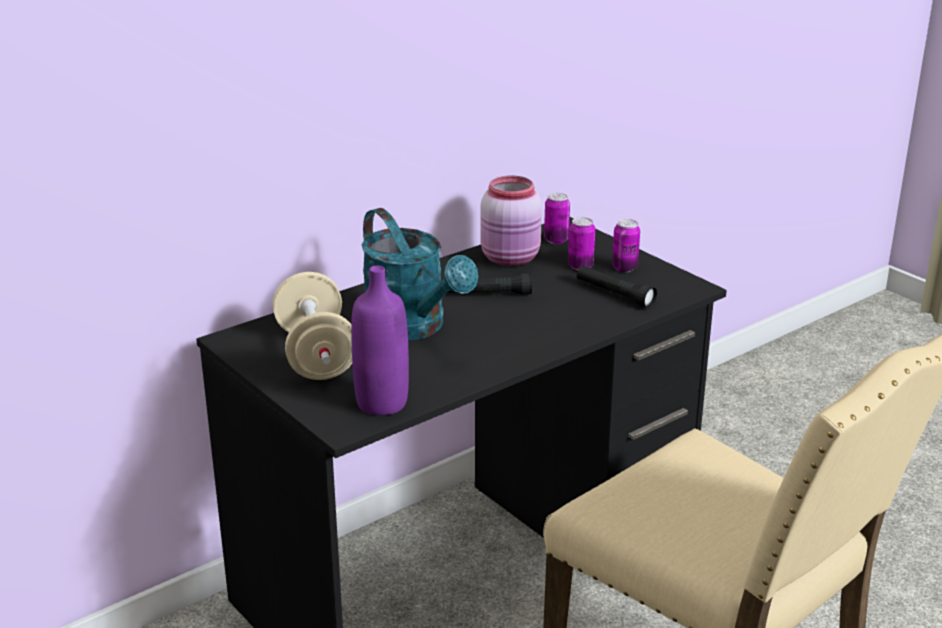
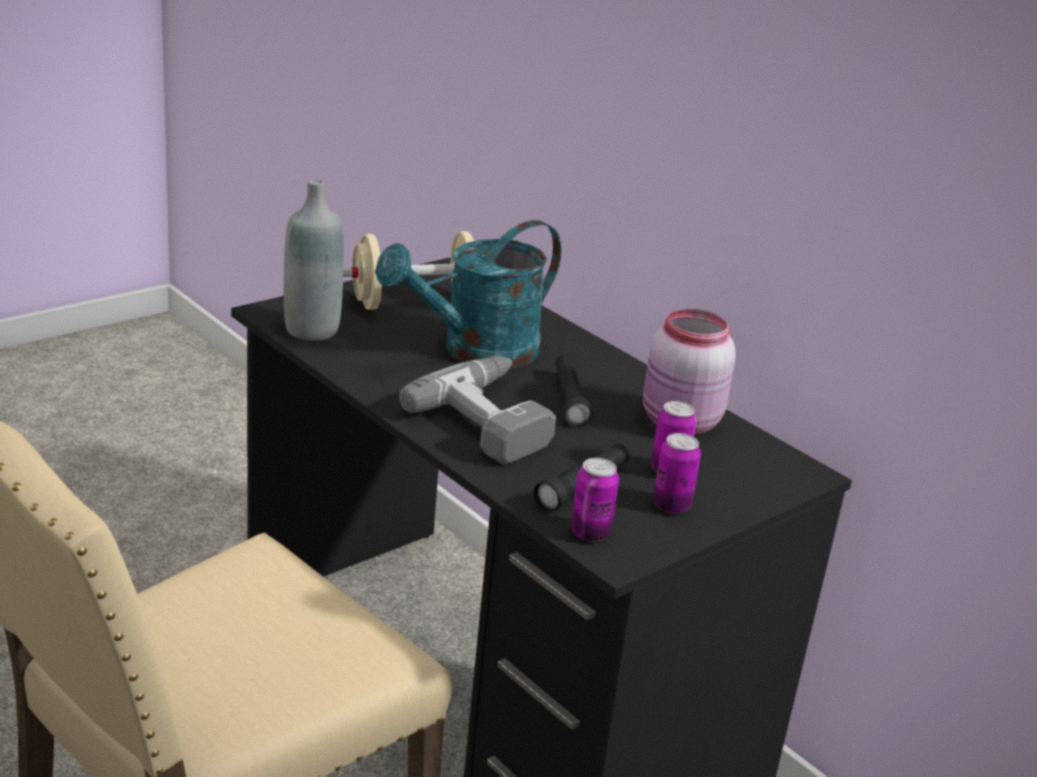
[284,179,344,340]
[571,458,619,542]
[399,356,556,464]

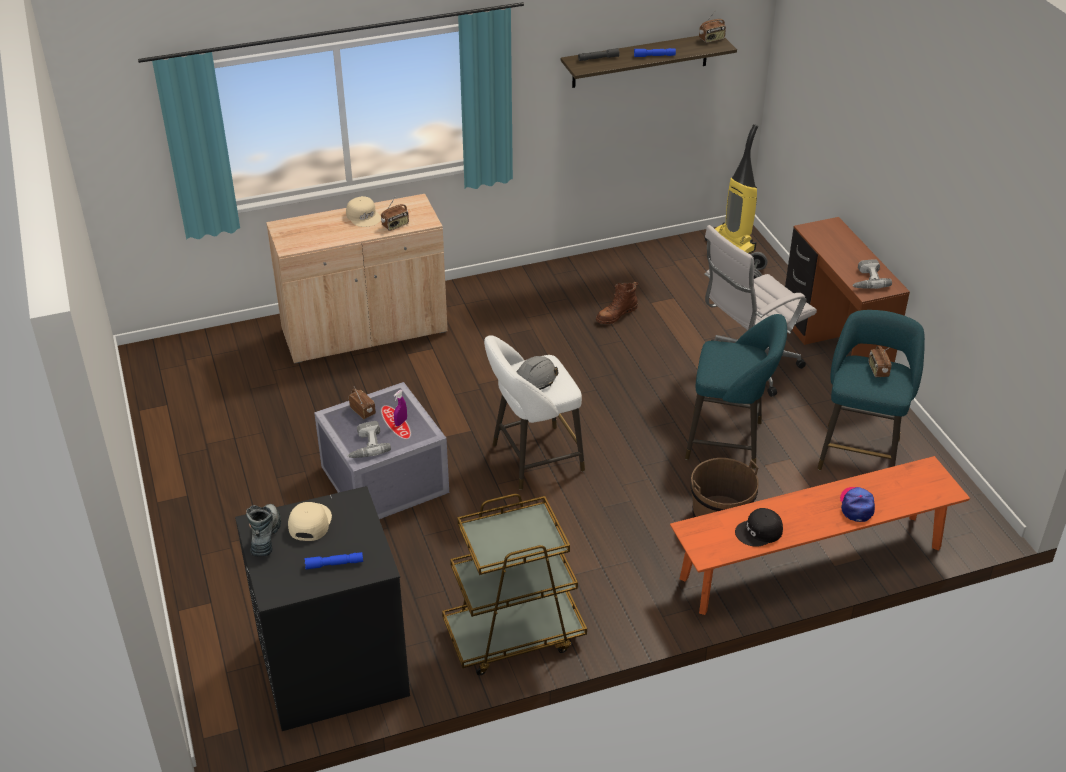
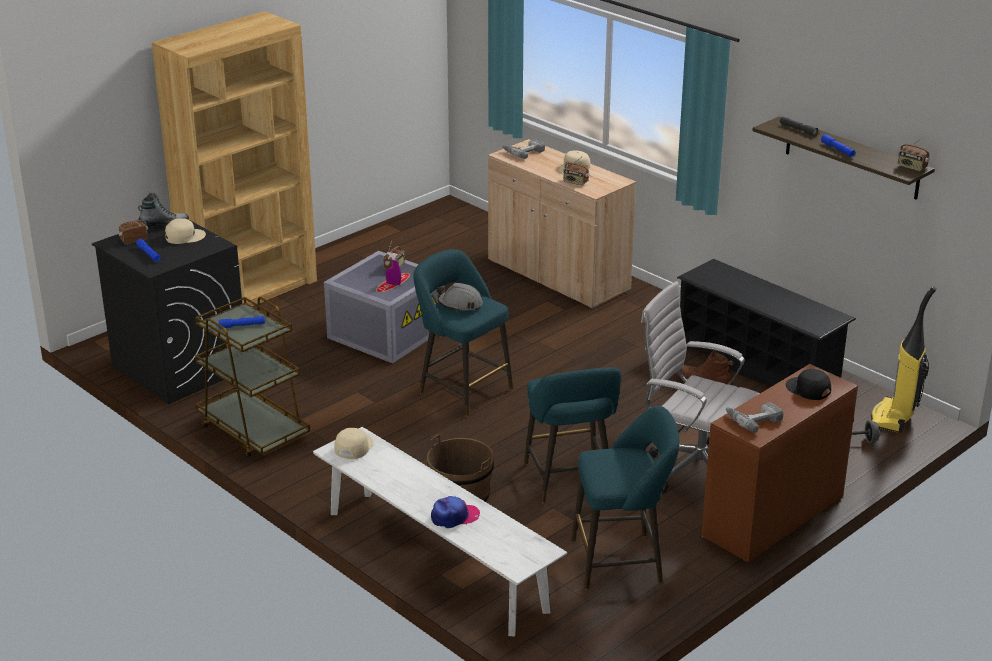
[502,139,545,159]
[413,249,513,416]
[313,427,567,637]
[786,369,831,400]
[118,216,148,244]
[152,11,317,306]
[219,316,265,329]
[334,428,374,459]
[677,259,856,387]

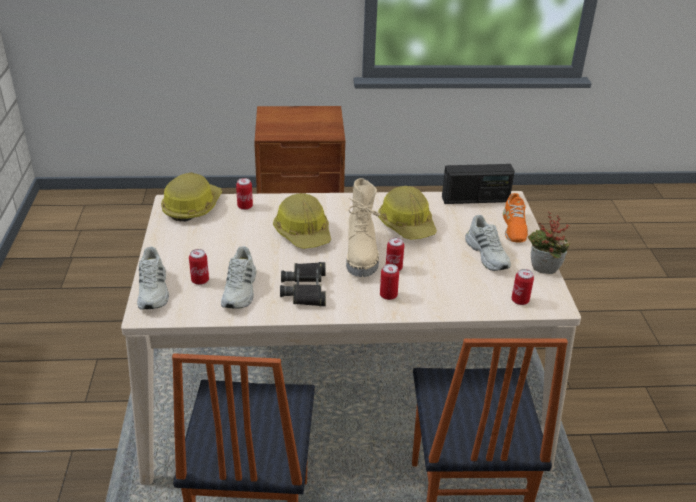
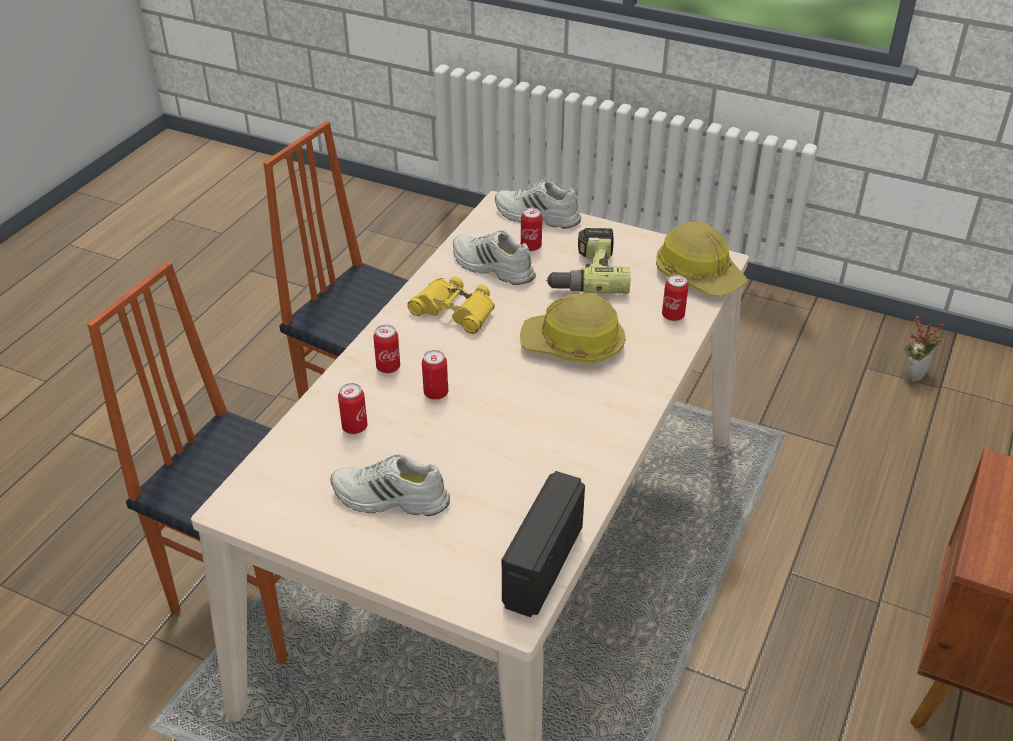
[407,276,495,334]
[346,178,380,277] (first image)
[378,186,437,240] (first image)
[503,193,528,243] (first image)
[338,383,368,434]
[904,313,944,382]
[545,228,630,294]

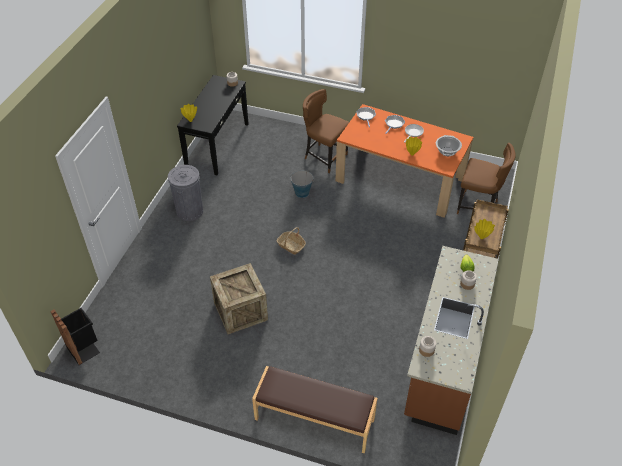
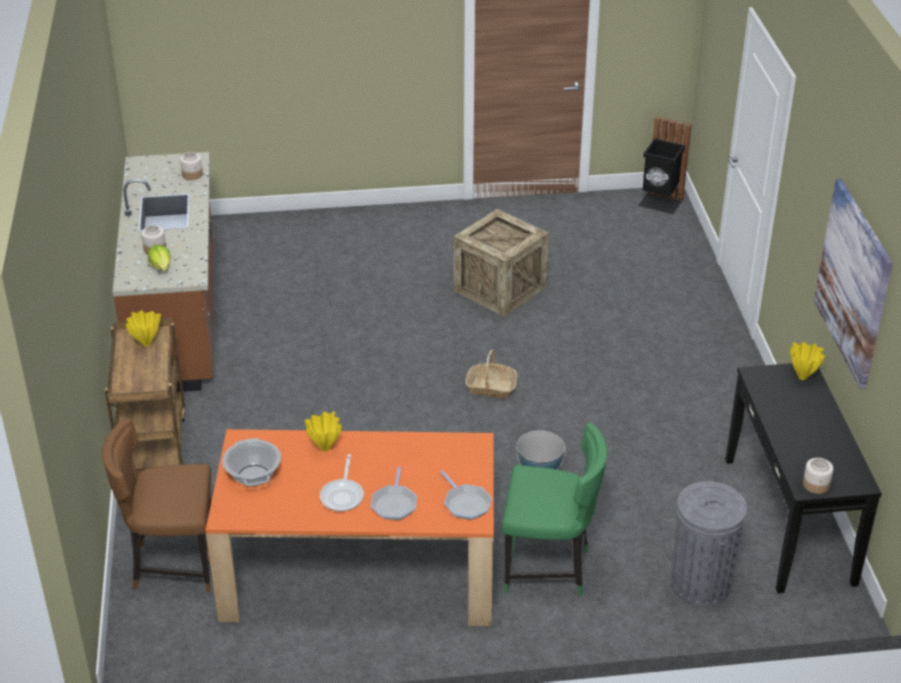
[671,481,747,607]
[252,366,378,453] (first image)
[502,423,608,596]
[814,179,893,389]

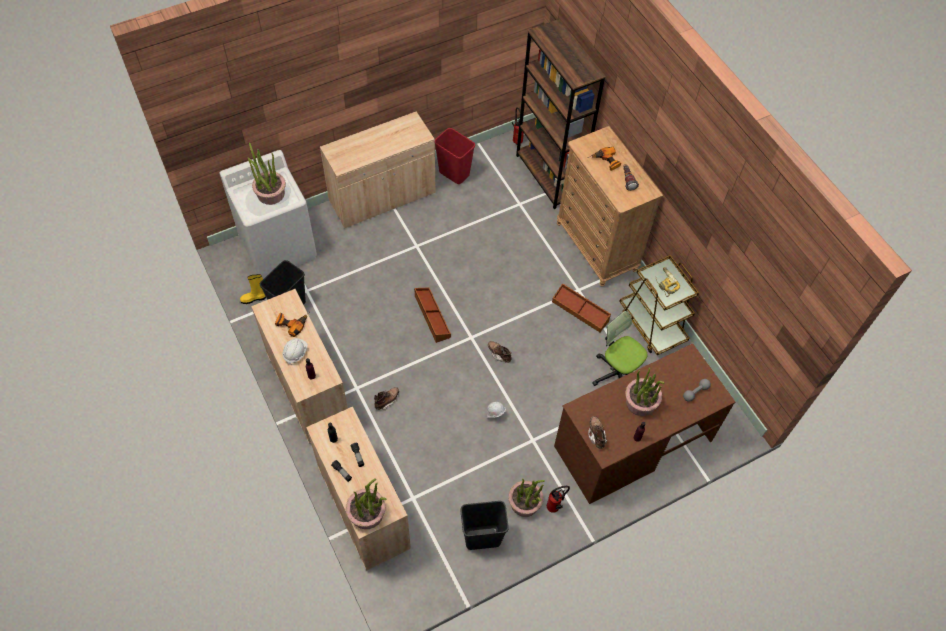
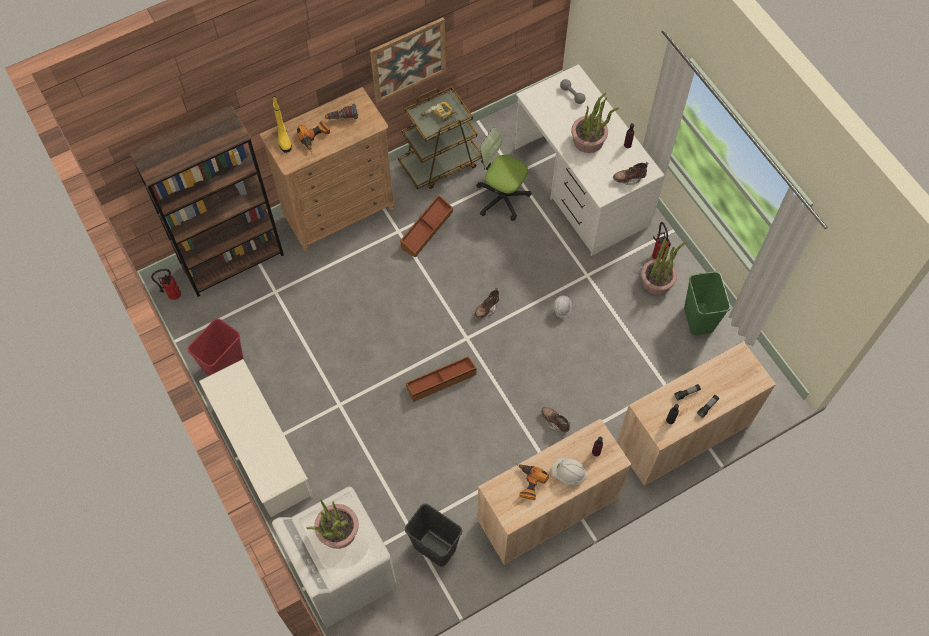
[272,96,292,153]
[199,359,314,517]
[346,478,386,529] (first image)
[684,271,730,335]
[514,64,664,256]
[476,128,532,221]
[370,17,446,103]

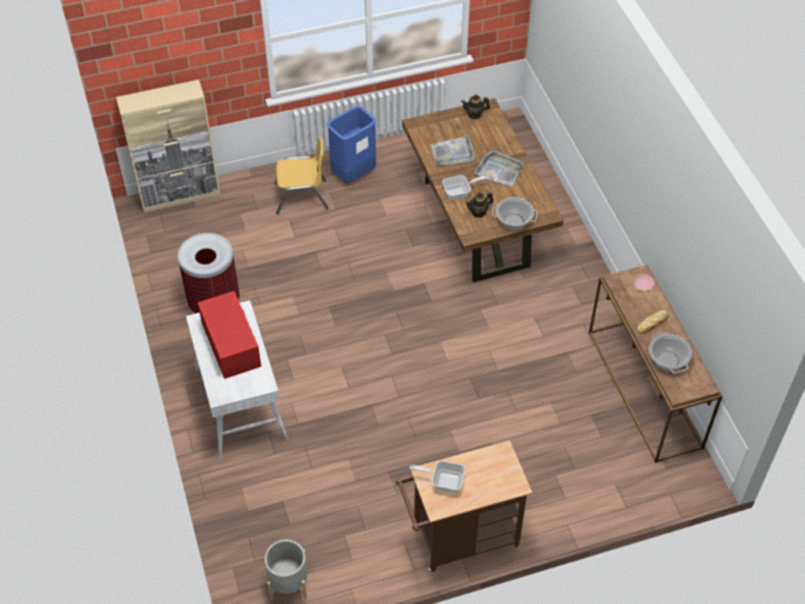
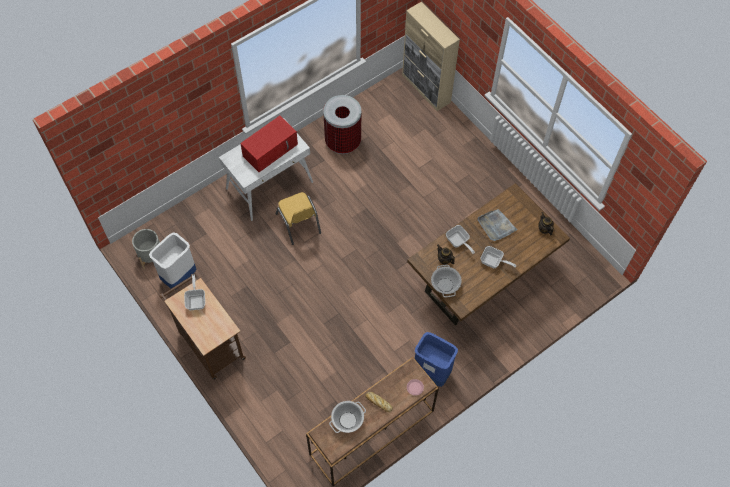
[276,192,321,245]
[415,332,458,387]
[480,246,516,268]
[149,232,196,290]

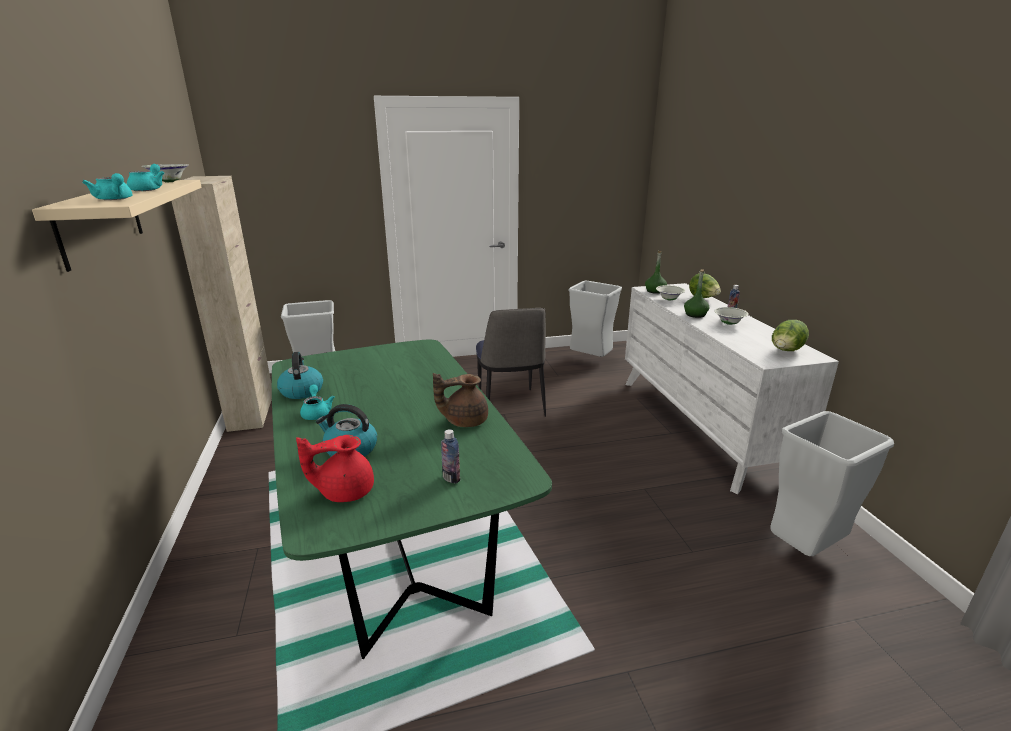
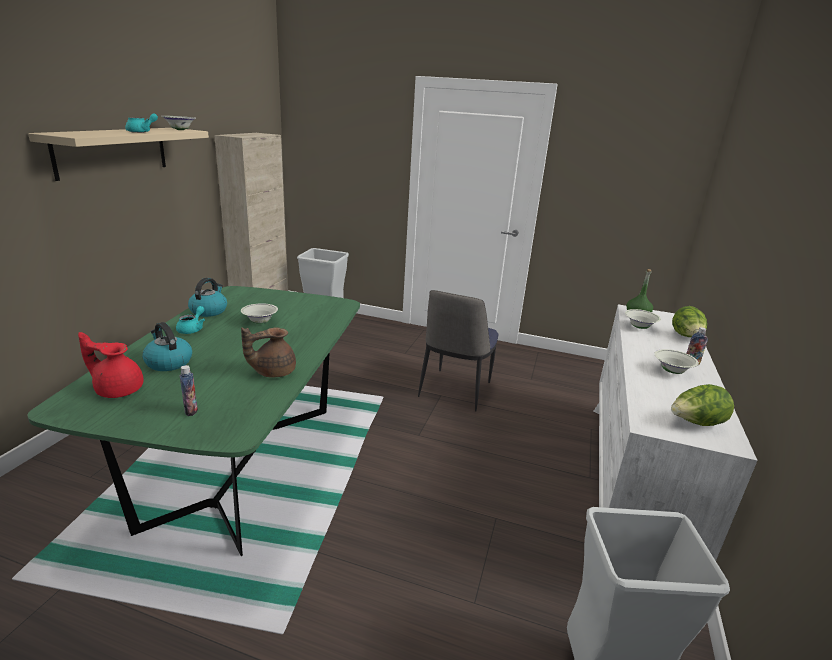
[82,173,132,200] (first image)
[241,327,296,377]
[569,281,622,357] (first image)
[684,269,709,318] (first image)
[241,303,278,324]

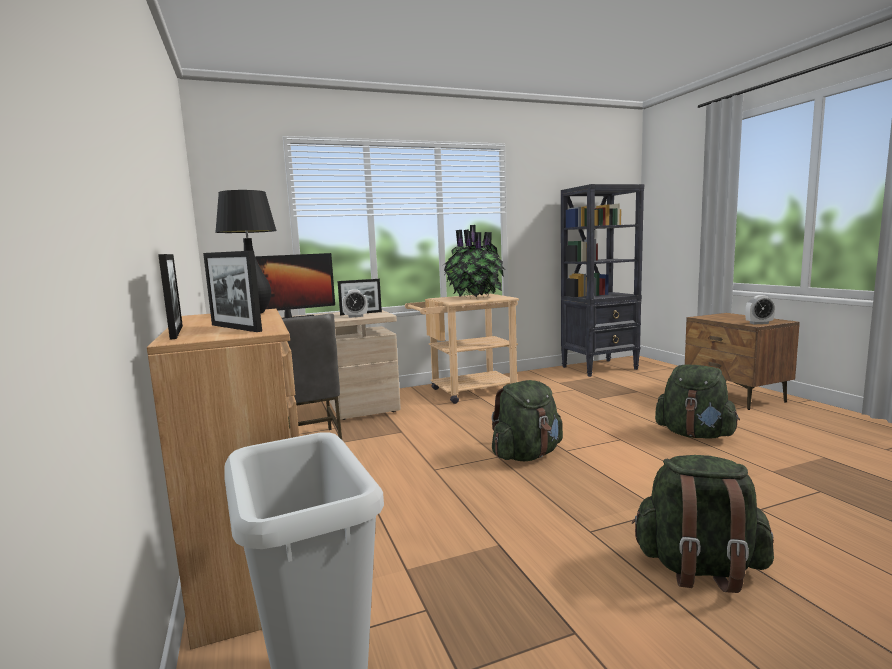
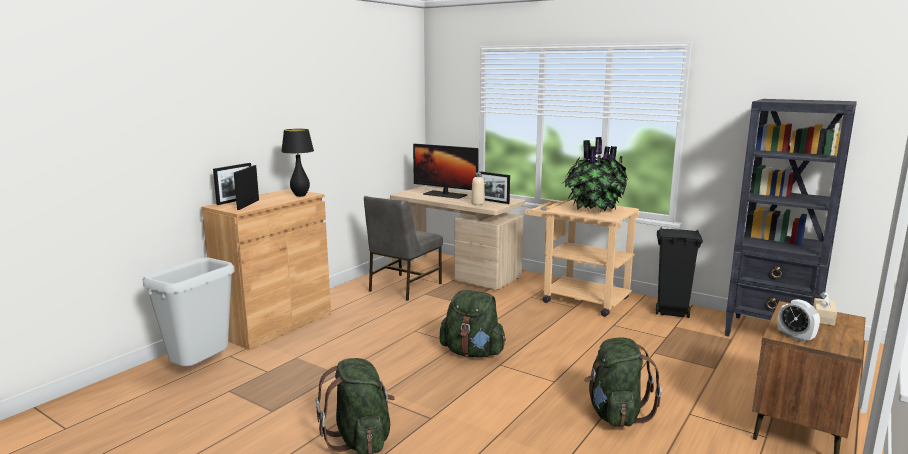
[471,172,485,205]
[656,227,703,318]
[813,291,837,326]

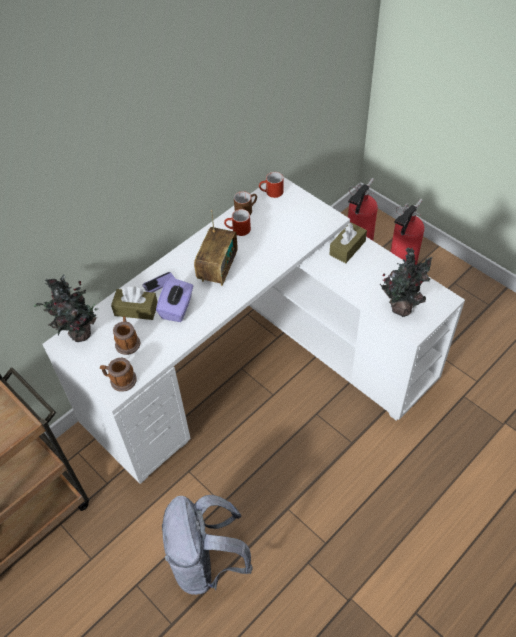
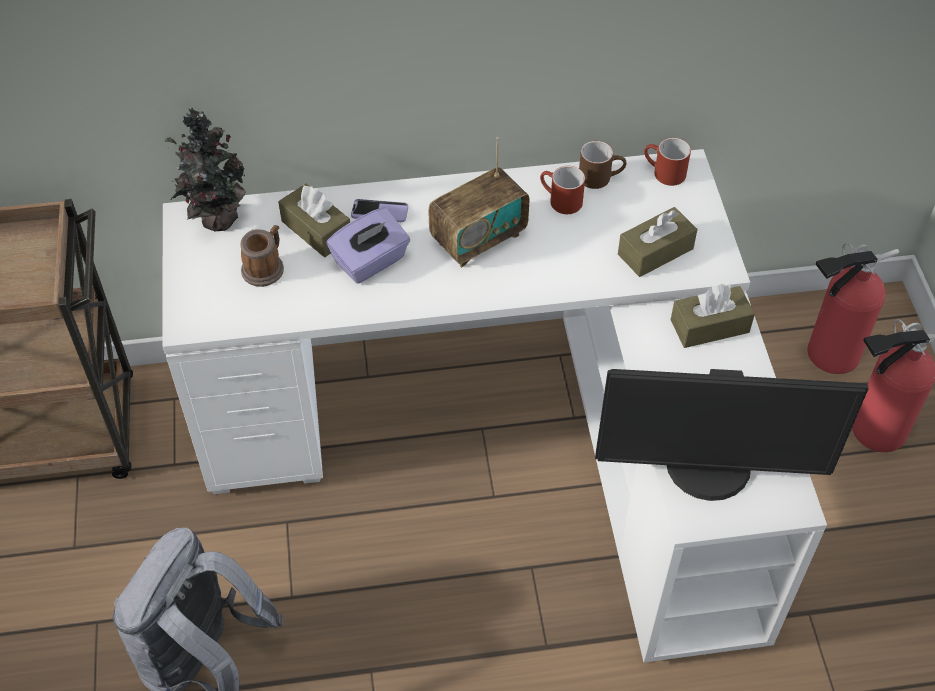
[100,358,137,392] (first image)
[595,369,869,501]
[618,207,697,277]

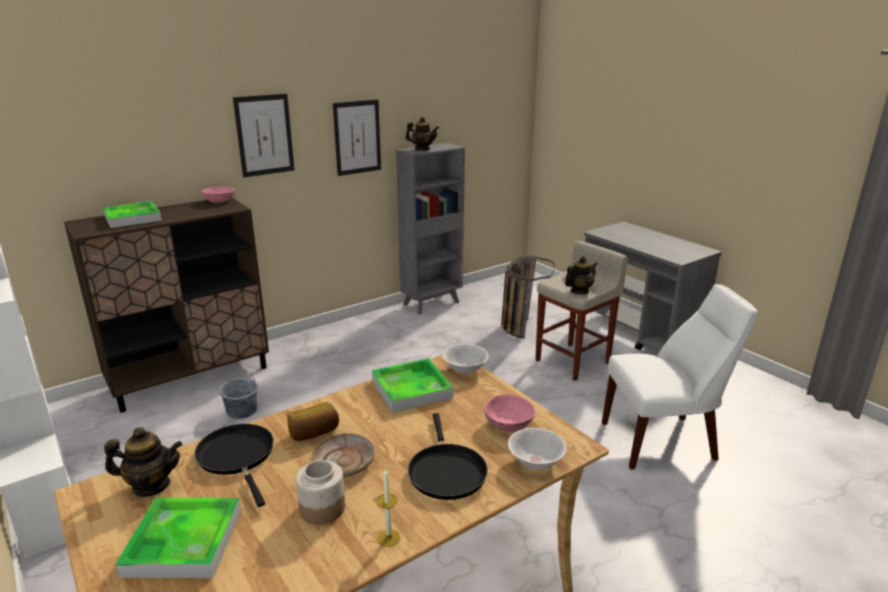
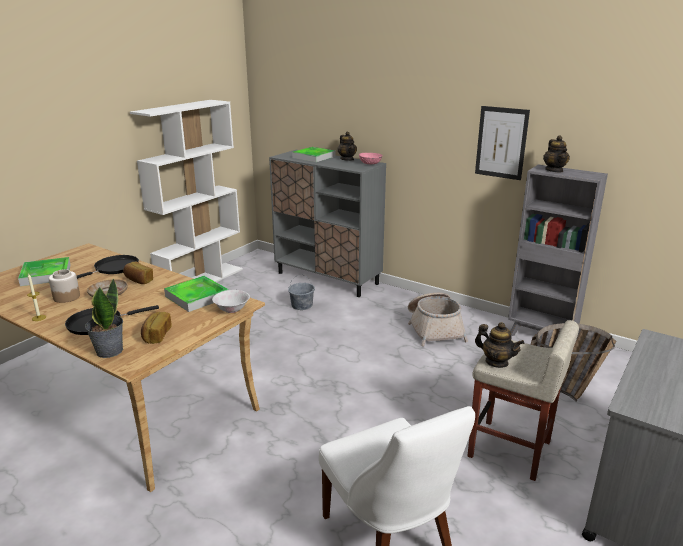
[269,150,386,297]
[338,132,357,161]
[233,94,294,177] (first image)
[141,312,172,344]
[85,278,123,358]
[408,293,468,347]

